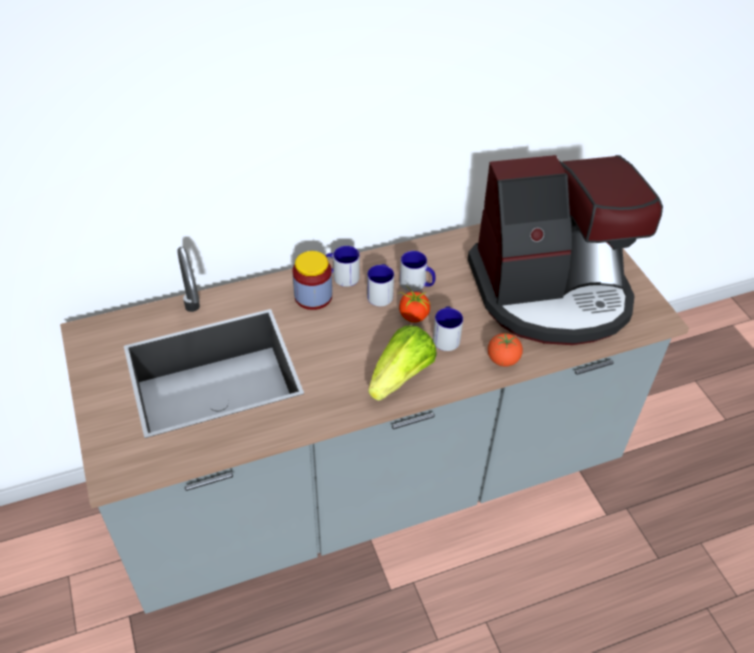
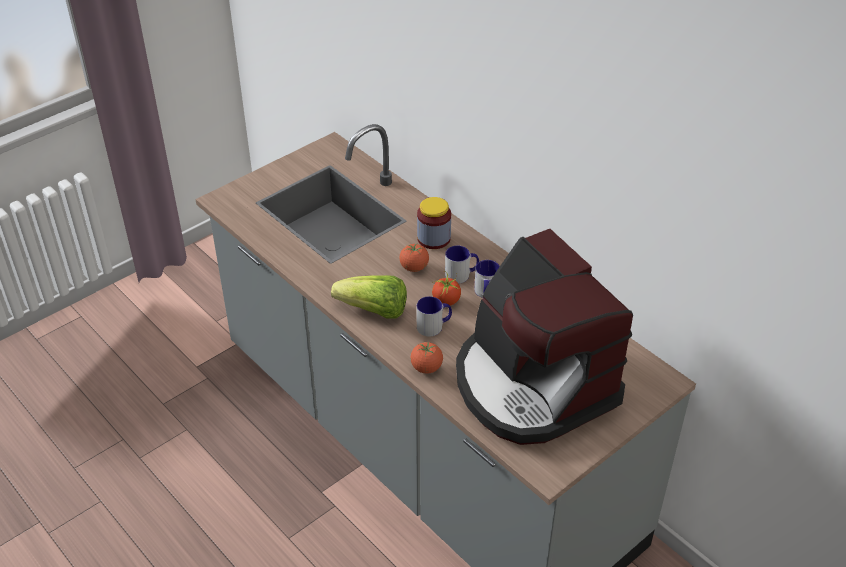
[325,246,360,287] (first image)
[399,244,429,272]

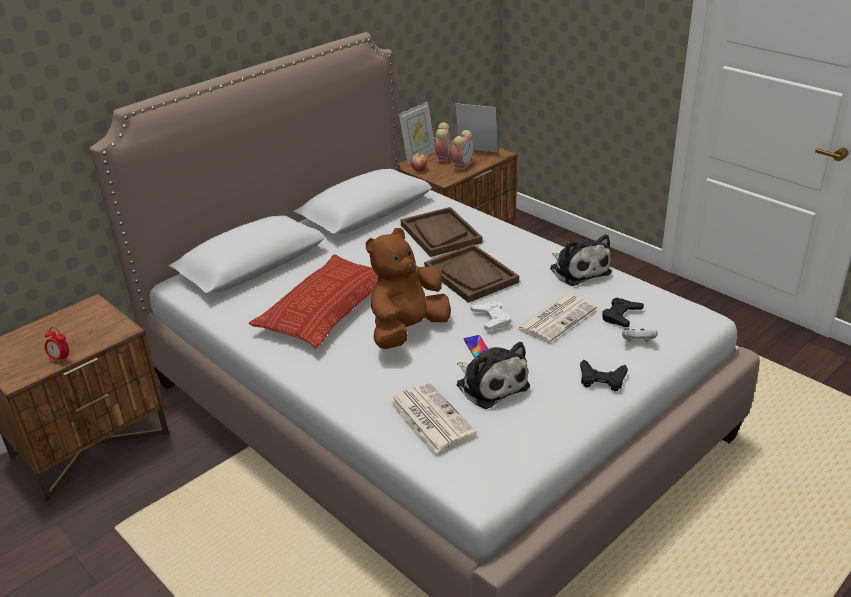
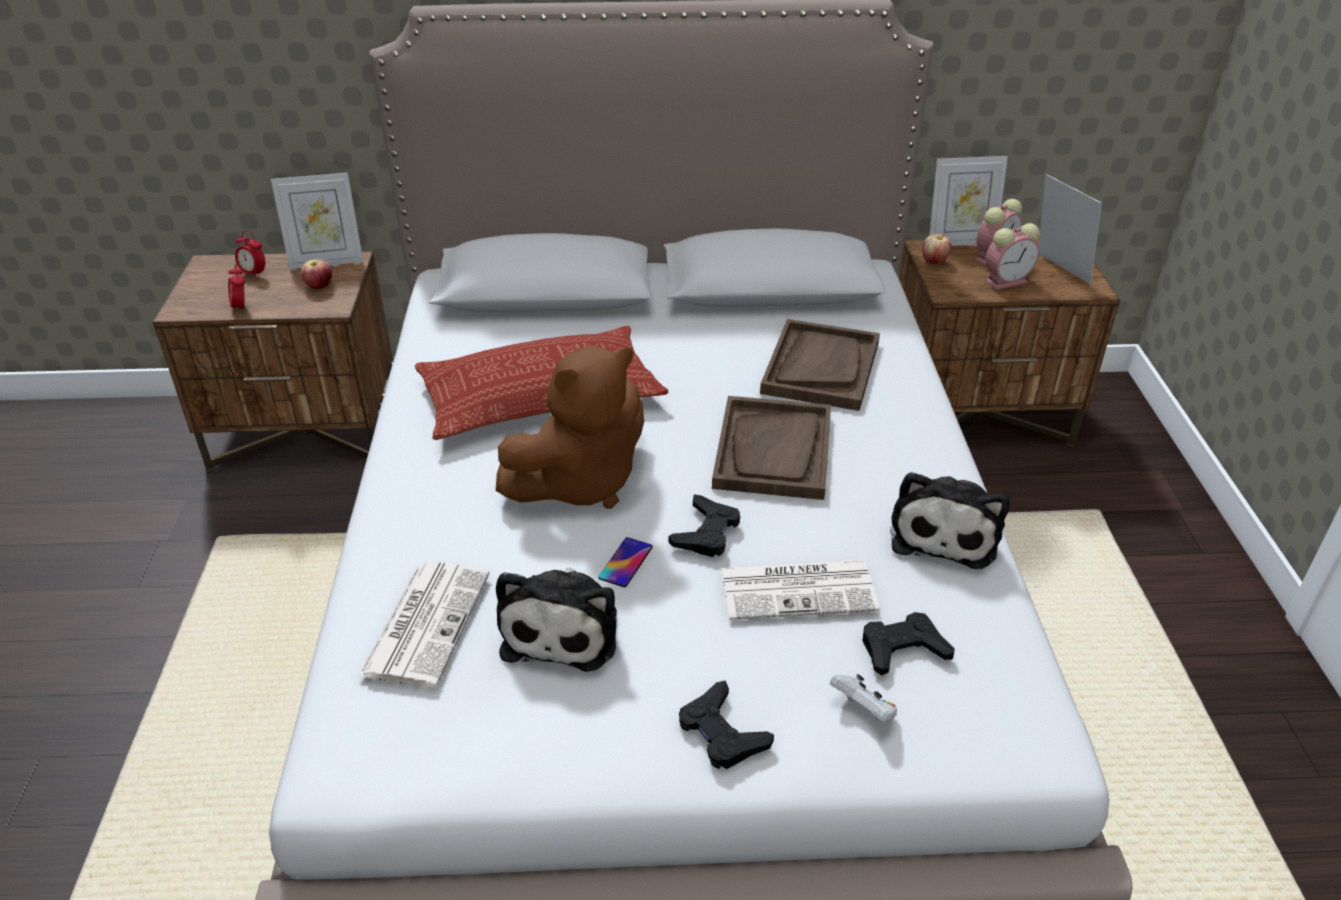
[495,346,644,509]
[669,494,740,557]
[235,231,265,280]
[271,173,363,269]
[301,259,332,289]

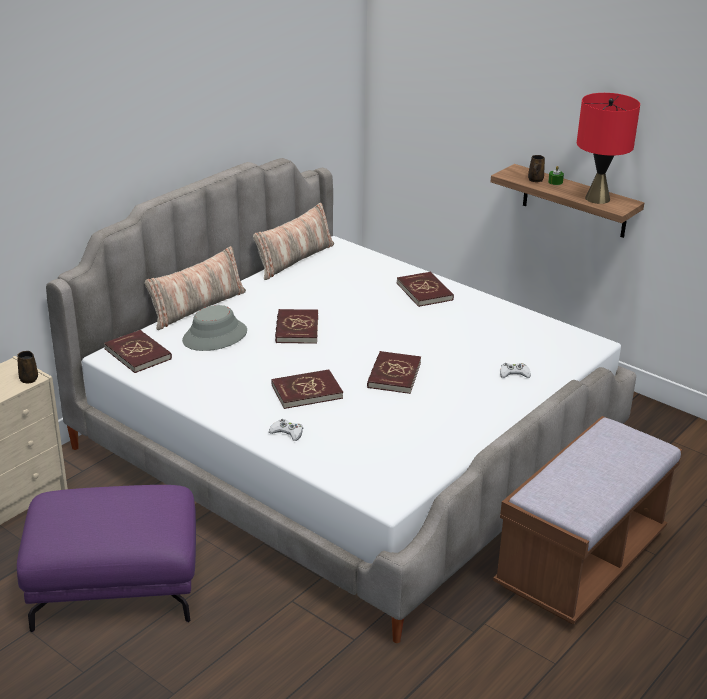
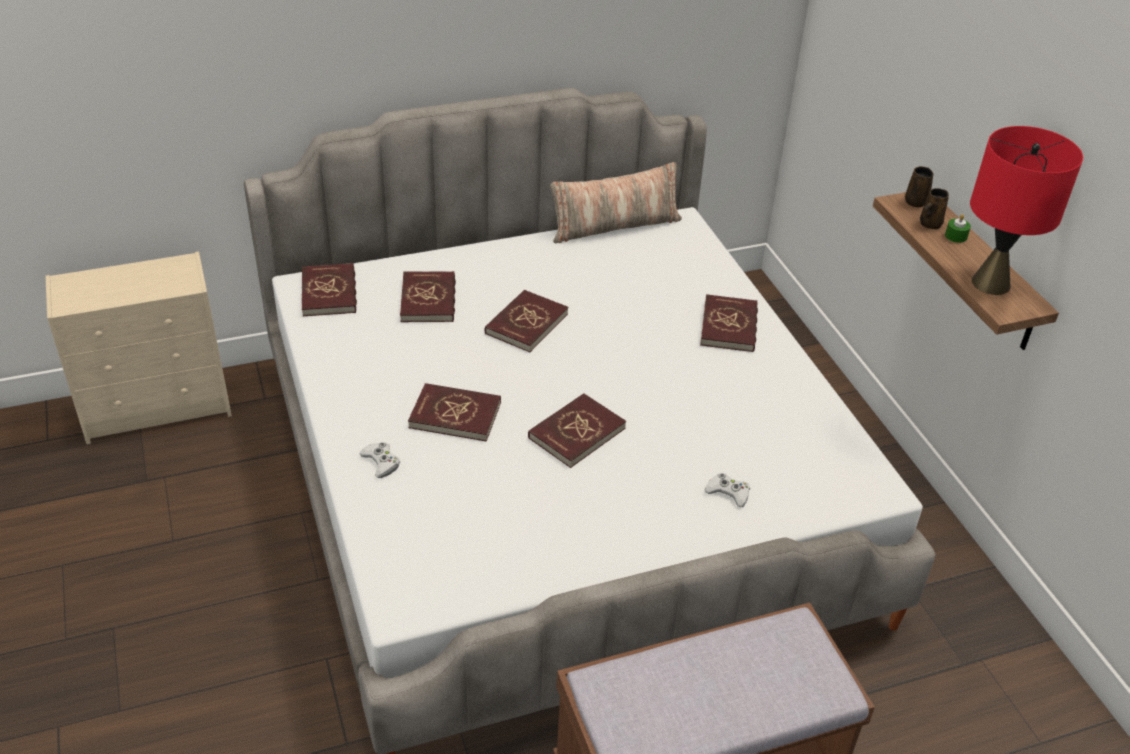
[905,166,933,207]
[17,485,196,632] (first image)
[145,246,246,330] (first image)
[400,271,456,322]

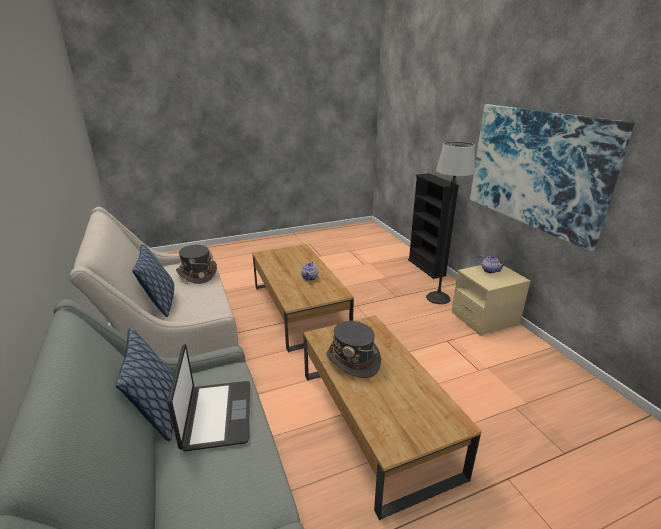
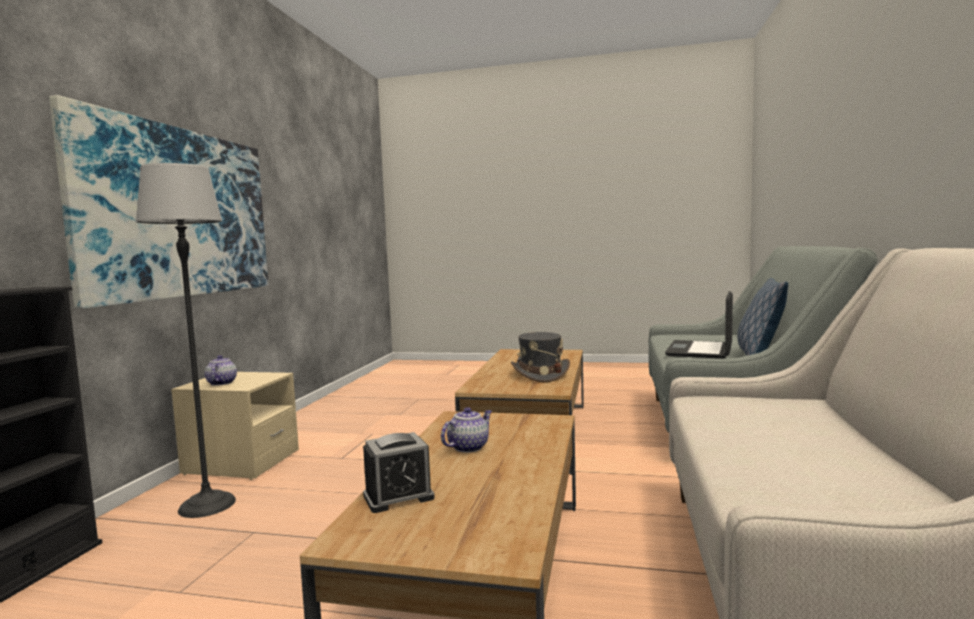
[132,244,174,317] (first image)
[176,245,217,284] (first image)
[363,432,435,513]

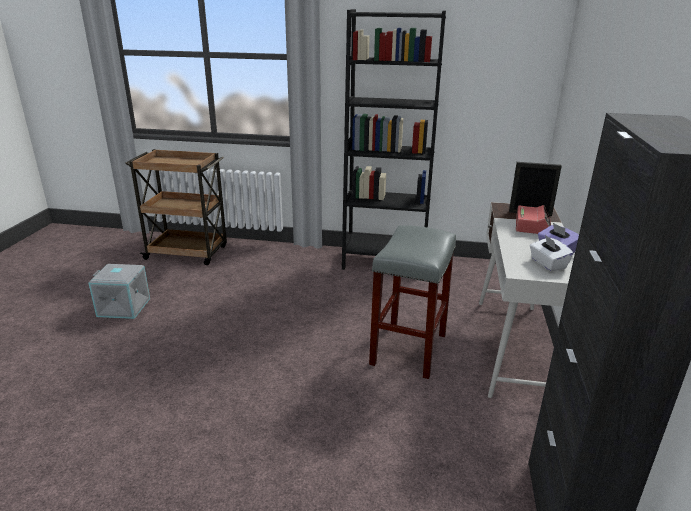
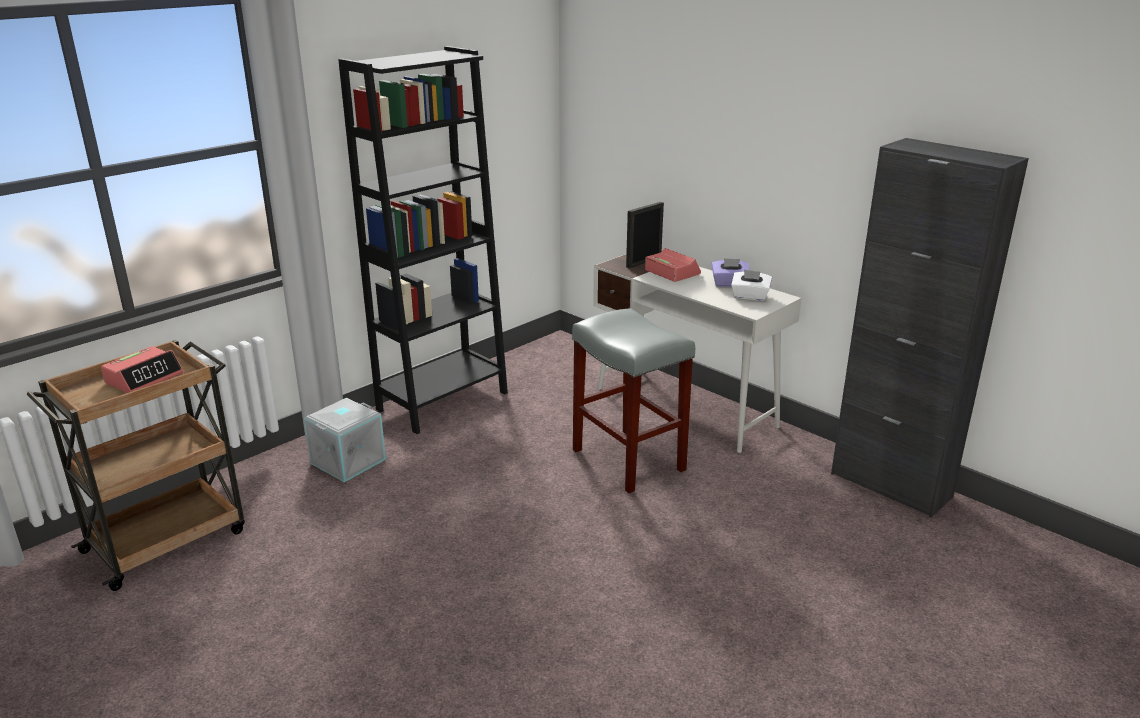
[304,398,386,482]
[101,346,183,393]

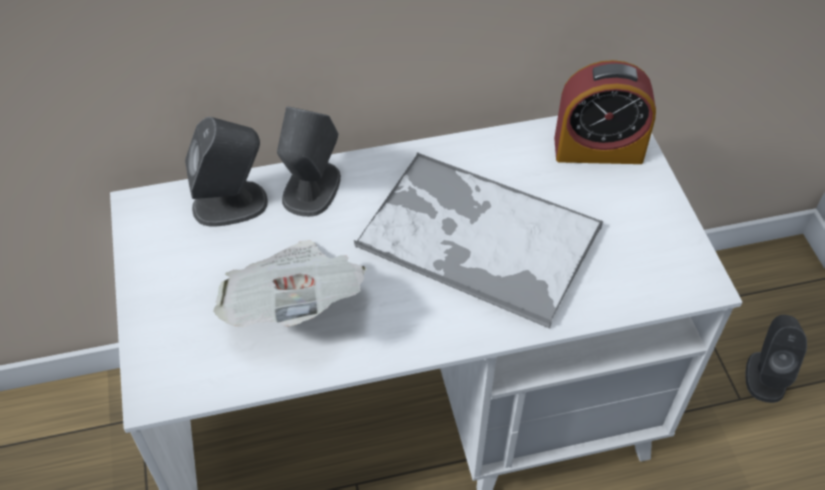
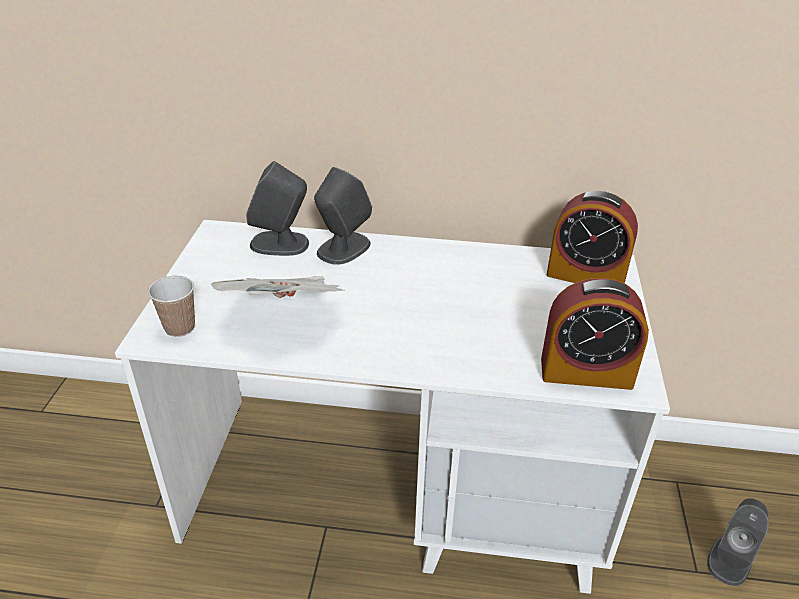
[354,152,603,329] (first image)
[148,275,195,337]
[541,278,649,390]

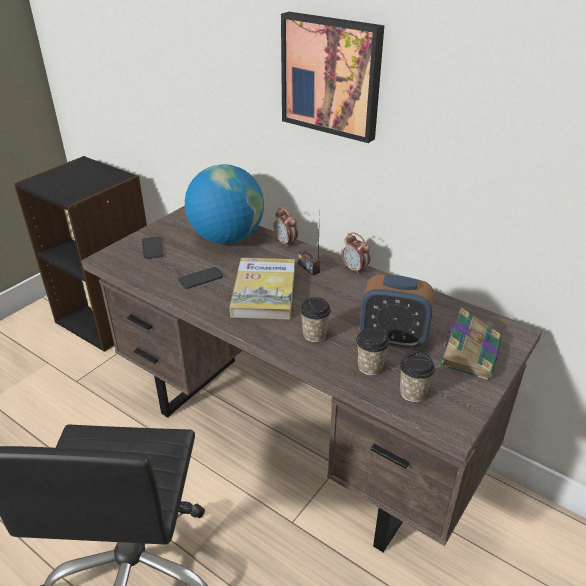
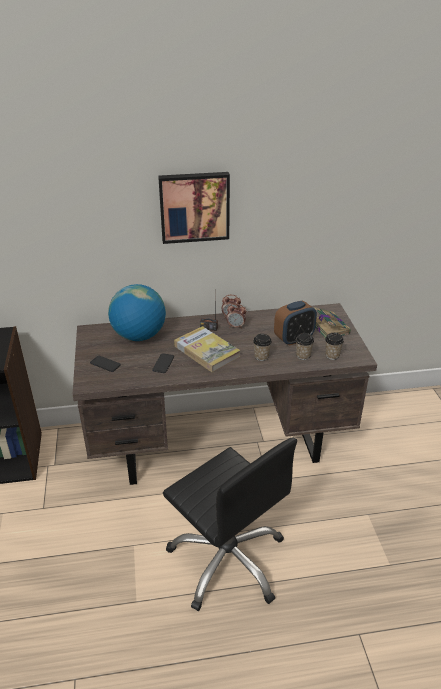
[226,304,246,329]

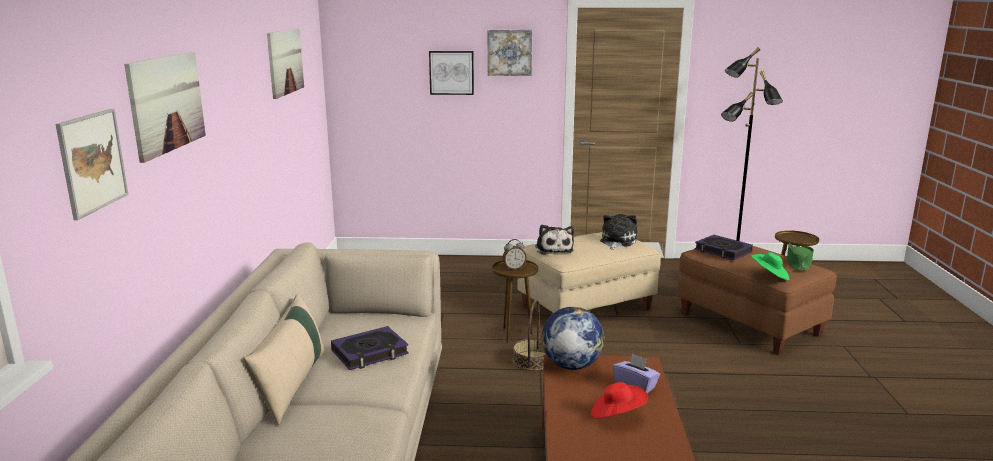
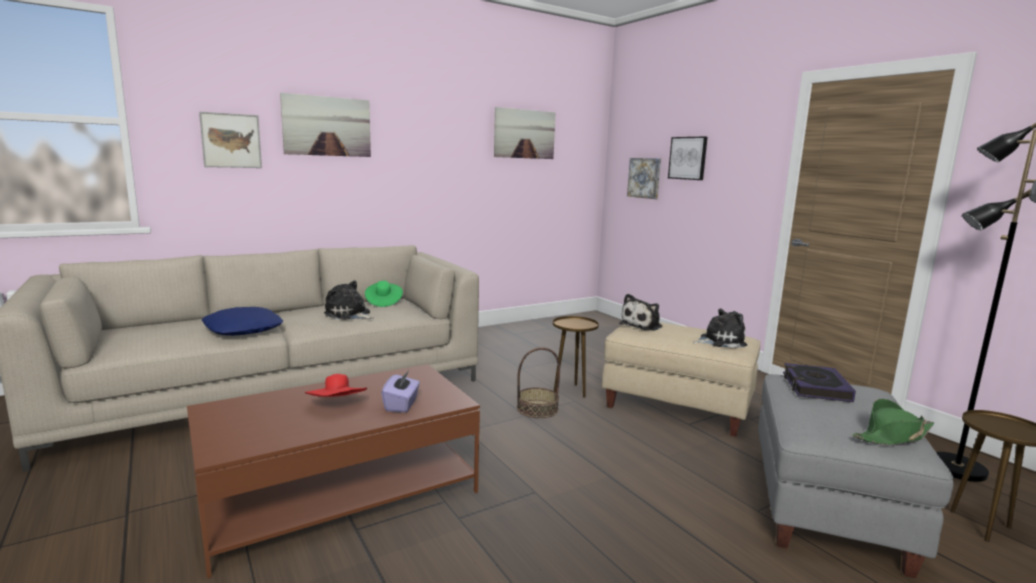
[244,294,325,425] (first image)
[324,280,374,320]
[627,158,661,199]
[503,239,527,270] (first image)
[542,307,604,370] (first image)
[758,374,954,578]
[365,281,403,307]
[202,307,283,336]

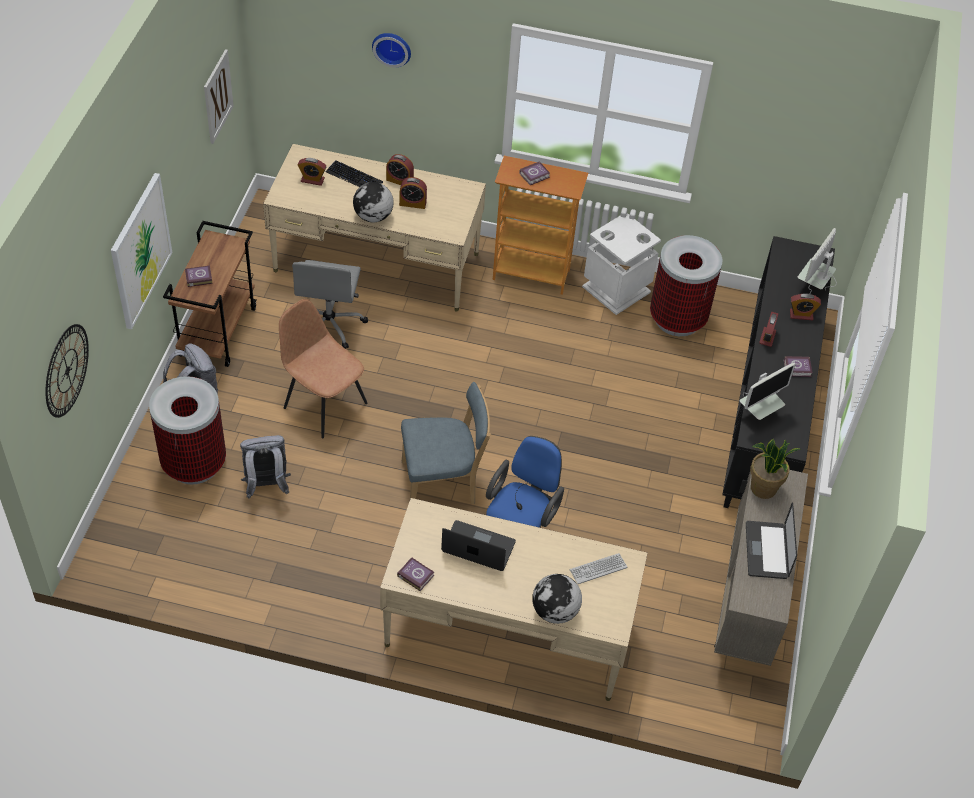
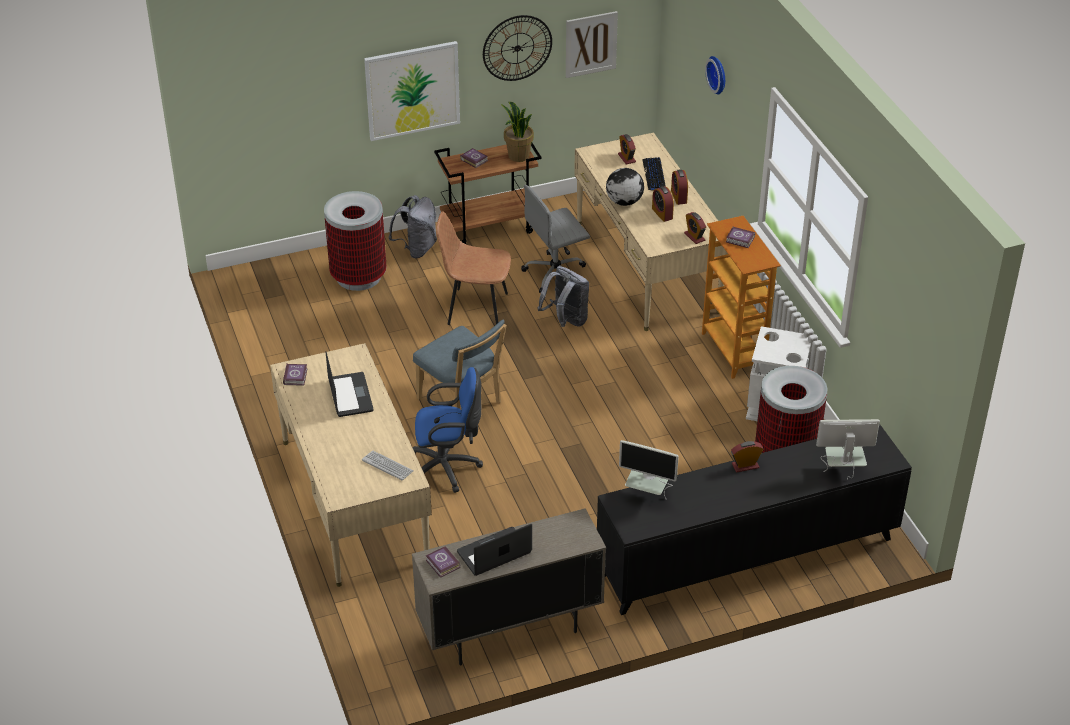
[483,15,552,81]
[538,266,589,327]
[436,211,511,325]
[532,574,582,624] (first image)
[500,102,534,162]
[426,546,460,578]
[684,212,706,244]

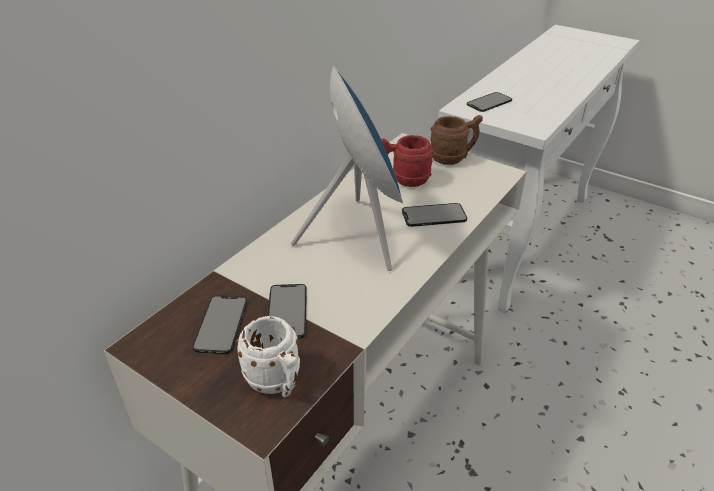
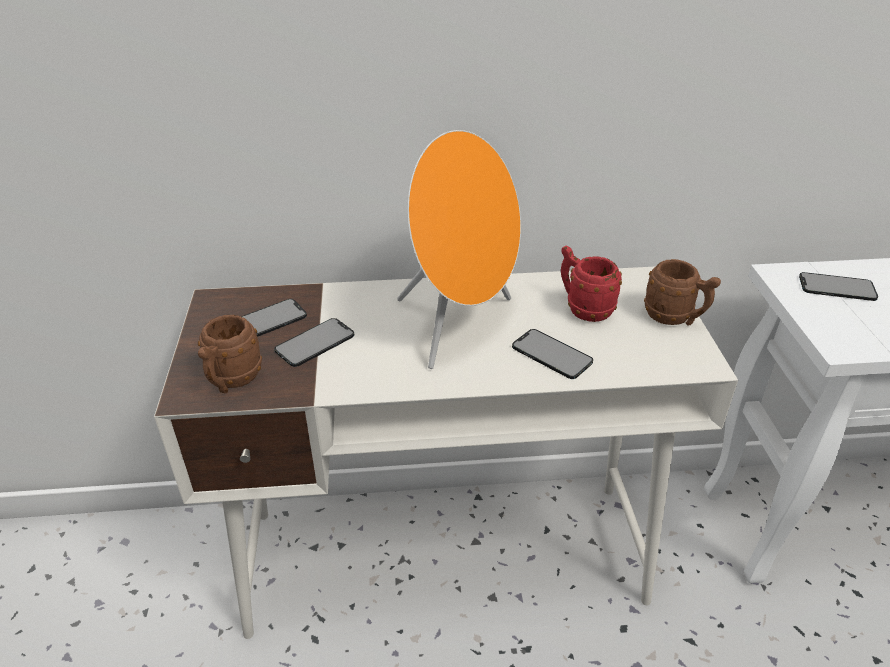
[198,315,262,393]
[397,130,521,369]

